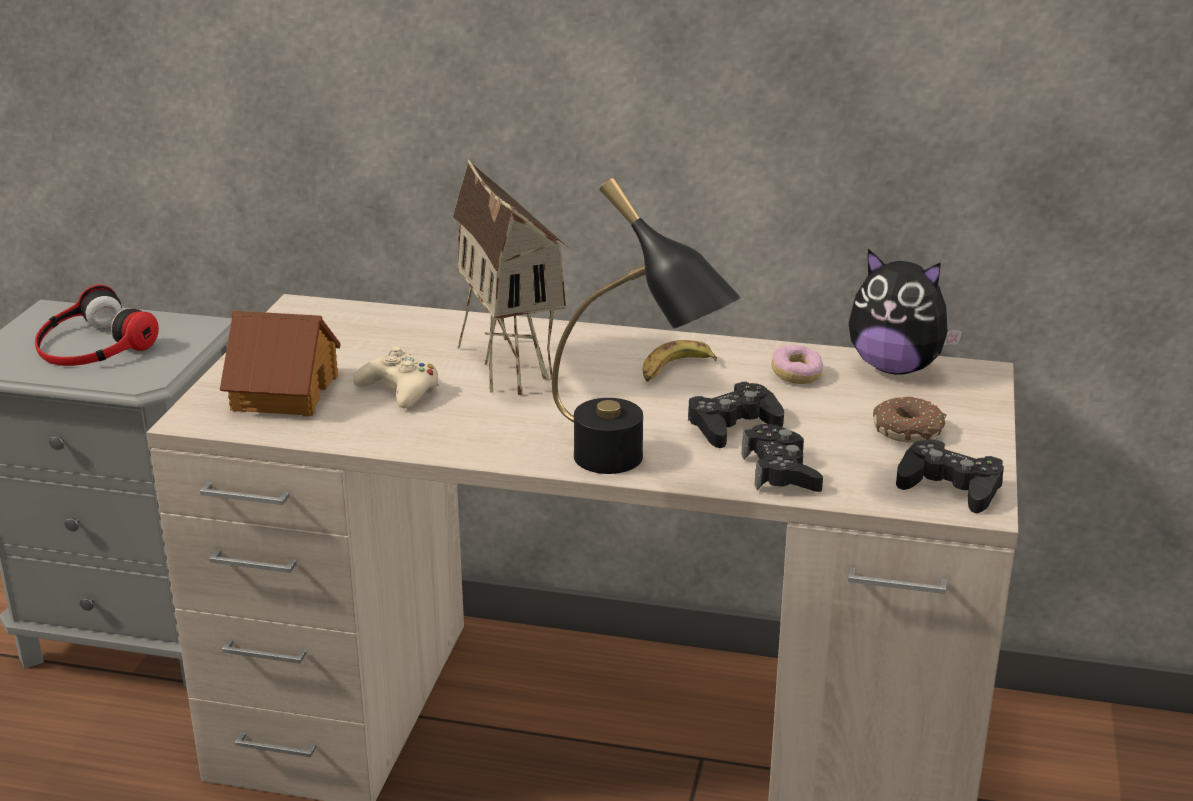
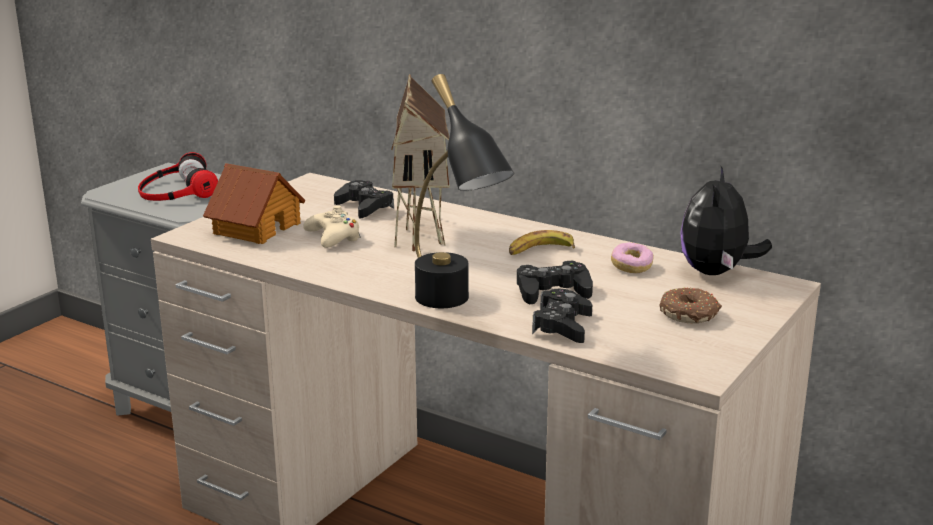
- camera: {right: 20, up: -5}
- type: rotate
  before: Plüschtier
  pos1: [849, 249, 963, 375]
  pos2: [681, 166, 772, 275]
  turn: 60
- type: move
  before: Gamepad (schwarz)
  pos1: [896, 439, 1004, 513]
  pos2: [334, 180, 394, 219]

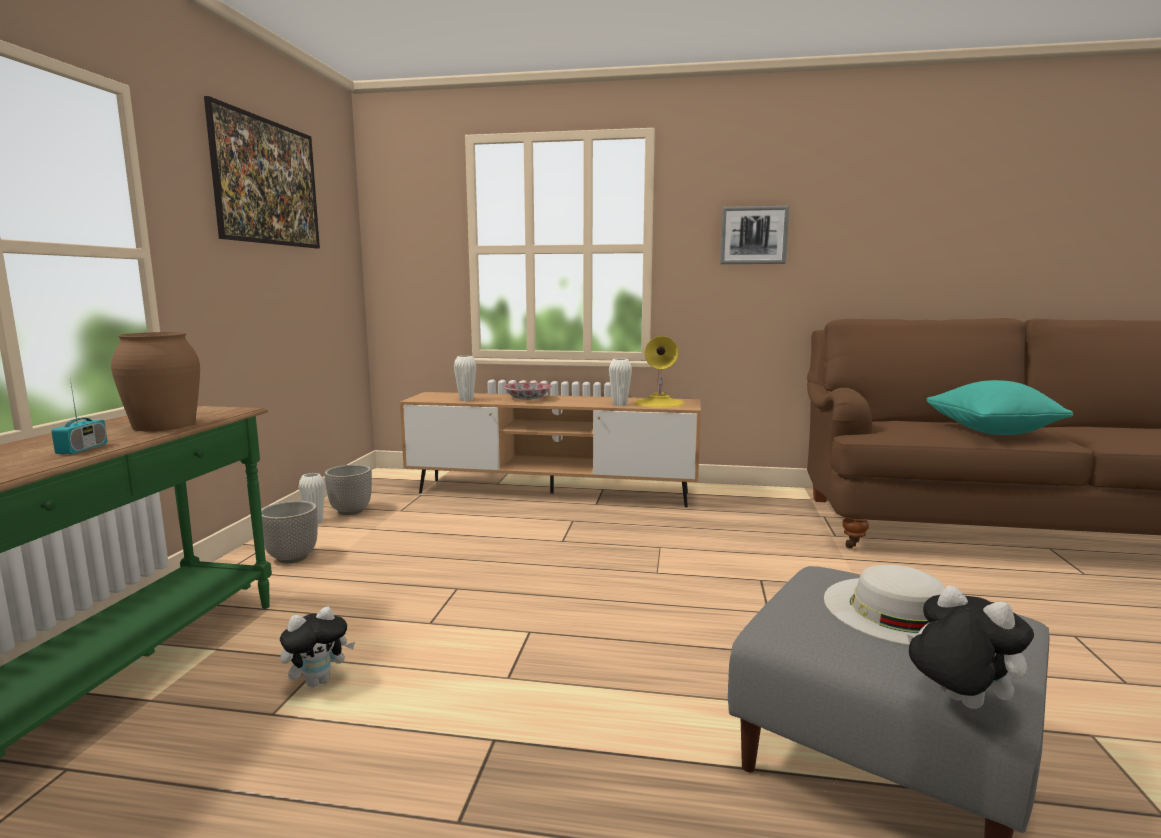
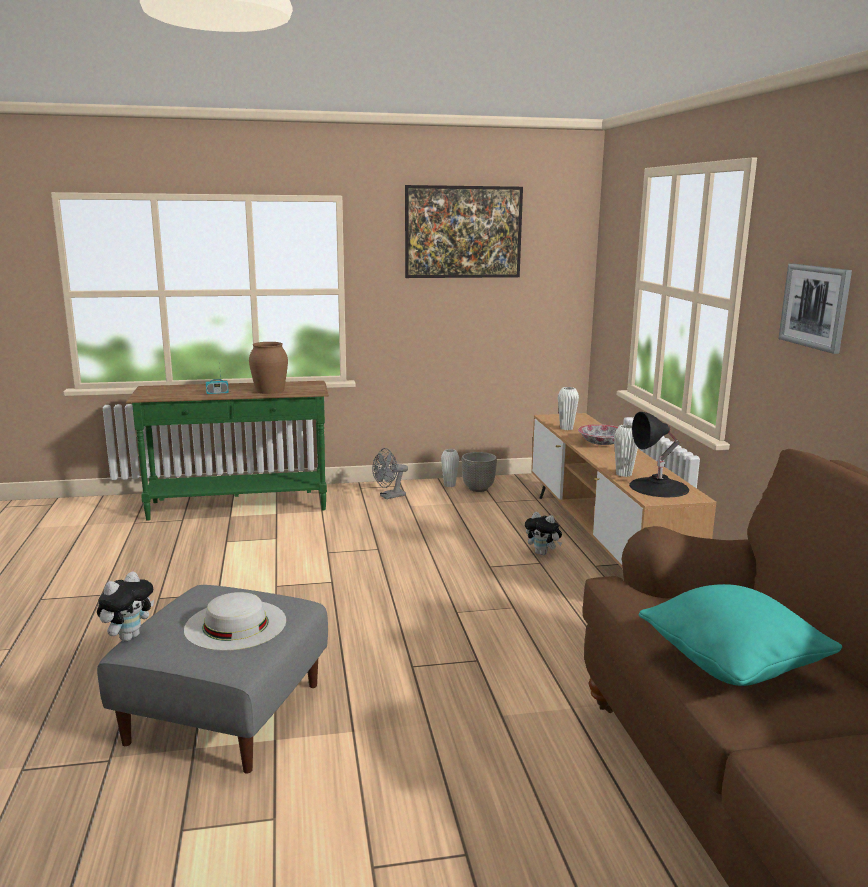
- camera: {right: 70, up: 5}
- type: replace
  before: Pflanzkübel
  after: Ventilator (grau)
  pos1: [261, 501, 318, 563]
  pos2: [372, 448, 408, 499]
- type: move
  before: Plüschtier
  pos1: [280, 606, 355, 687]
  pos2: [525, 512, 562, 555]
- type: recolor
  before: Tischlampe (gelb)
  after: Tischlampe (schwarz)
  pos1: [635, 336, 685, 408]
  pos2: [629, 412, 689, 497]

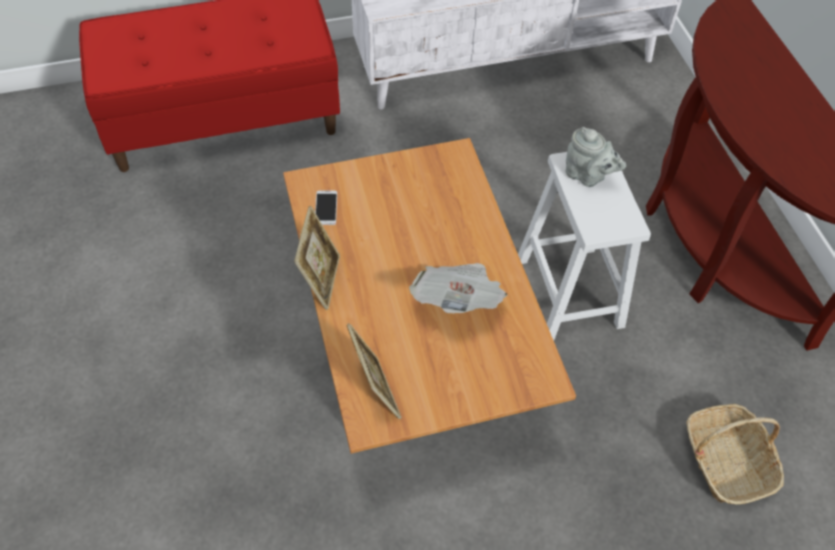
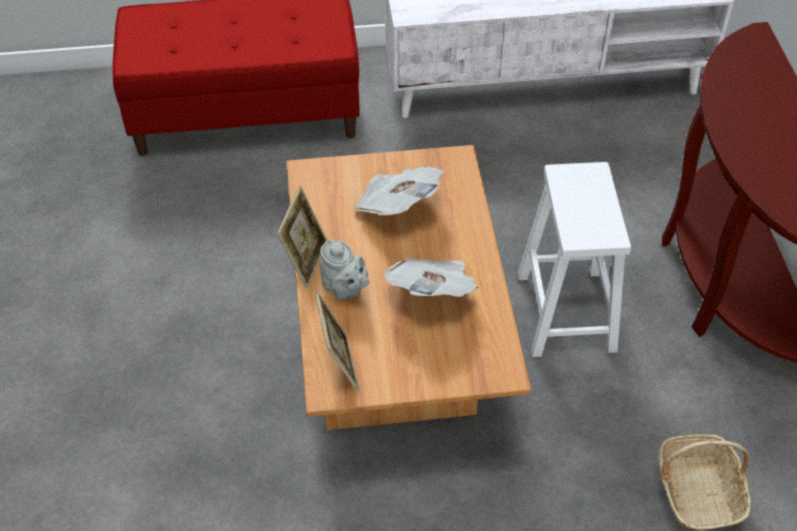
- camera: {right: 10, up: -5}
- type: delete
  before: Handy
  pos1: [315, 191, 337, 225]
- type: move
  before: Teekanne (grau)
  pos1: [566, 127, 626, 187]
  pos2: [319, 239, 369, 300]
- type: insert
  after: Zeitung
  pos2: [354, 166, 443, 215]

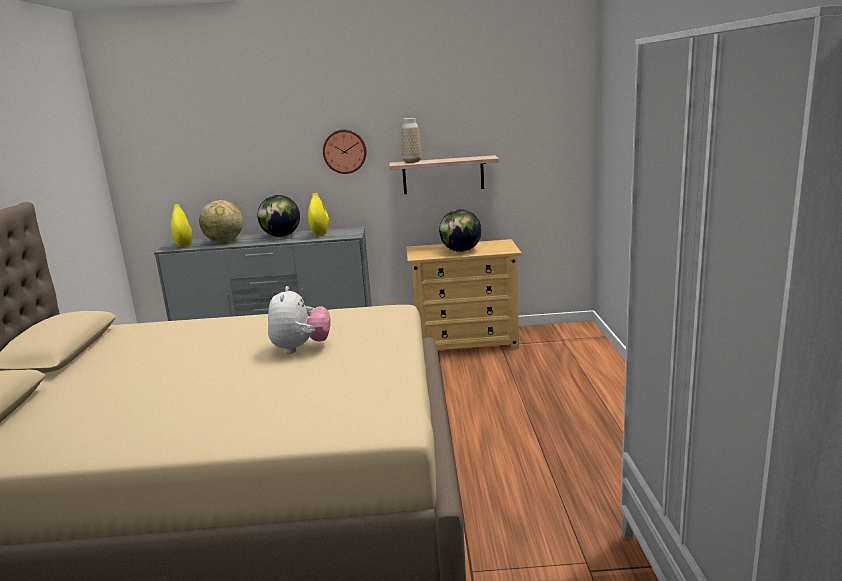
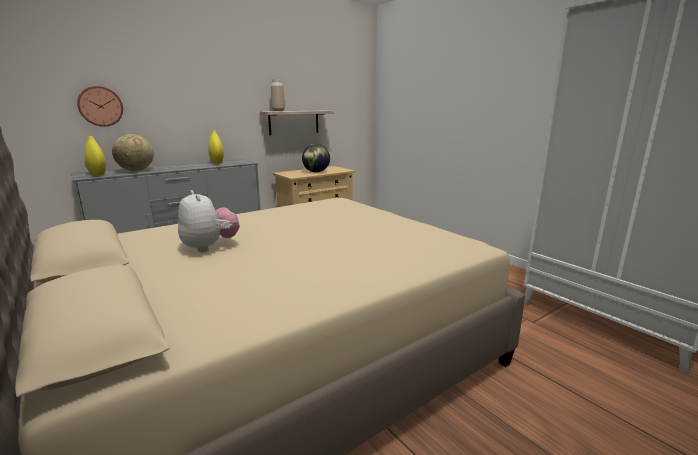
- camera: {right: -35, up: 0}
- type: delete
  before: Globus
  pos1: [258, 195, 300, 237]
- type: move
  before: Plüschtier
  pos1: [268, 286, 331, 354]
  pos2: [178, 190, 240, 252]
- type: move
  before: Wanduhr
  pos1: [323, 130, 366, 174]
  pos2: [77, 86, 123, 127]

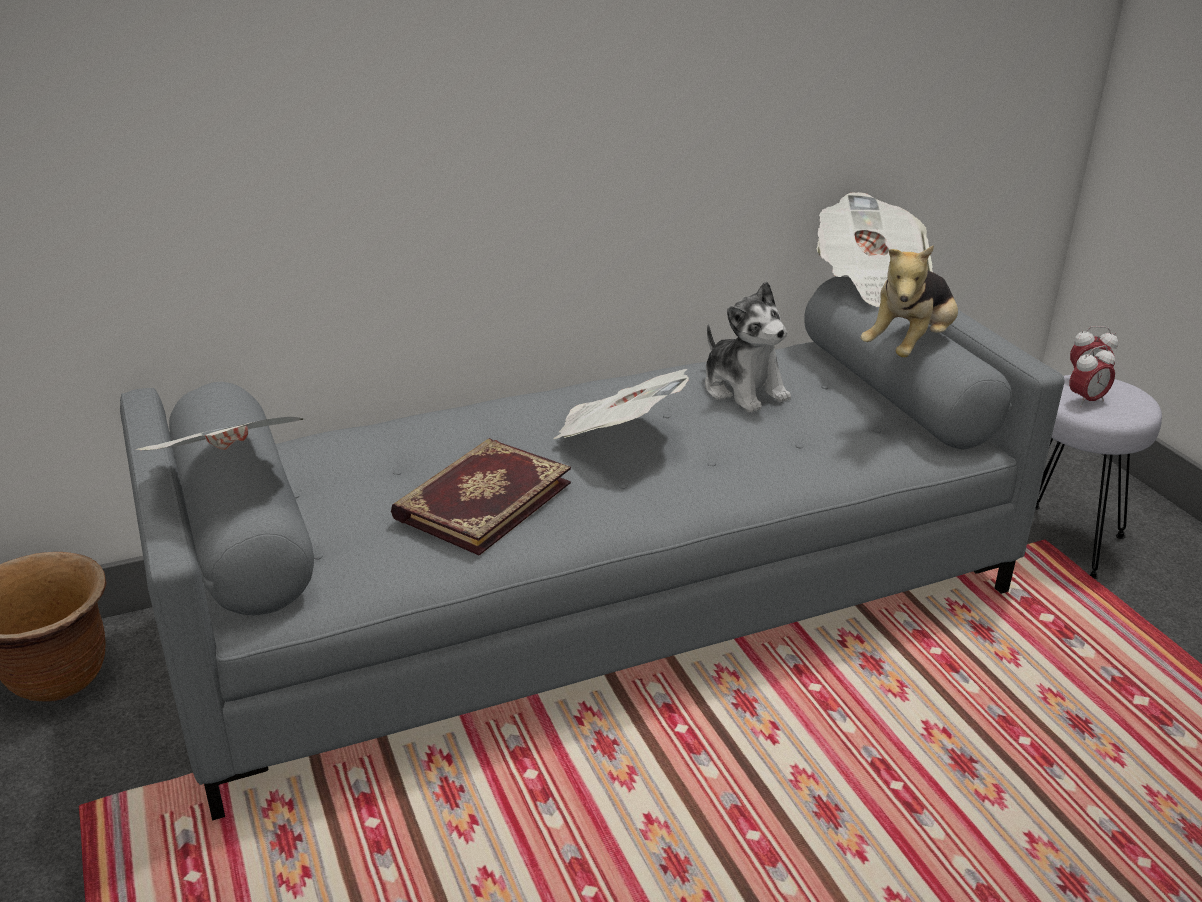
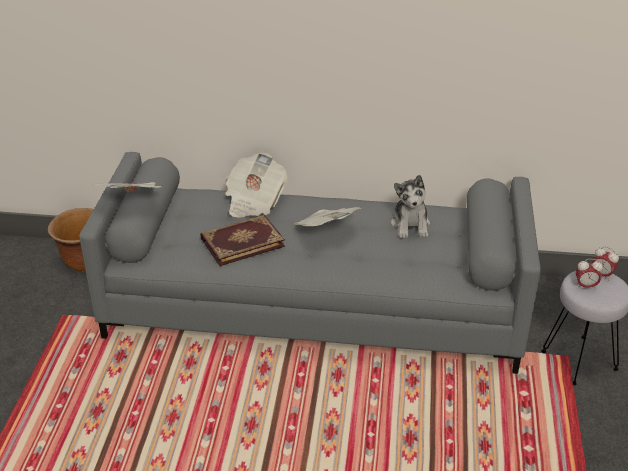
- camera: {right: 30, up: 5}
- type: move
  before: Zeitung
  pos1: [816, 192, 933, 307]
  pos2: [225, 153, 288, 217]
- type: delete
  before: Plüschtier
  pos1: [860, 245, 958, 357]

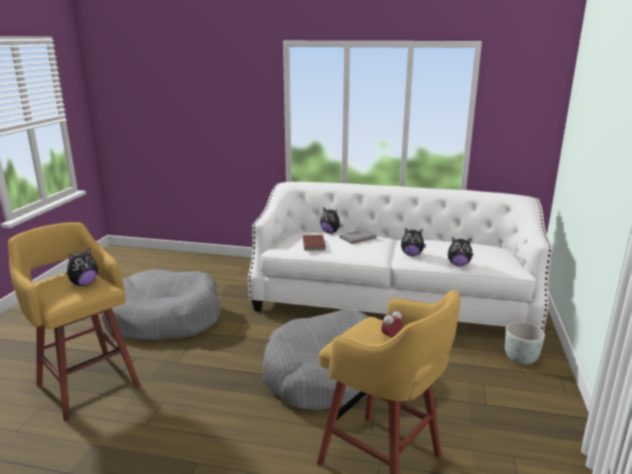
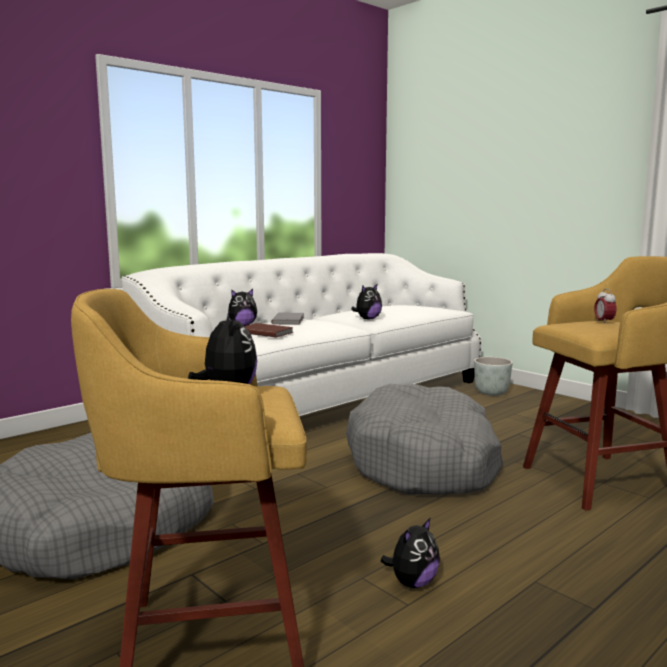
- camera: {right: -55, up: -10}
- type: move
  before: Plüschtier
  pos1: [448, 237, 473, 266]
  pos2: [380, 517, 440, 588]

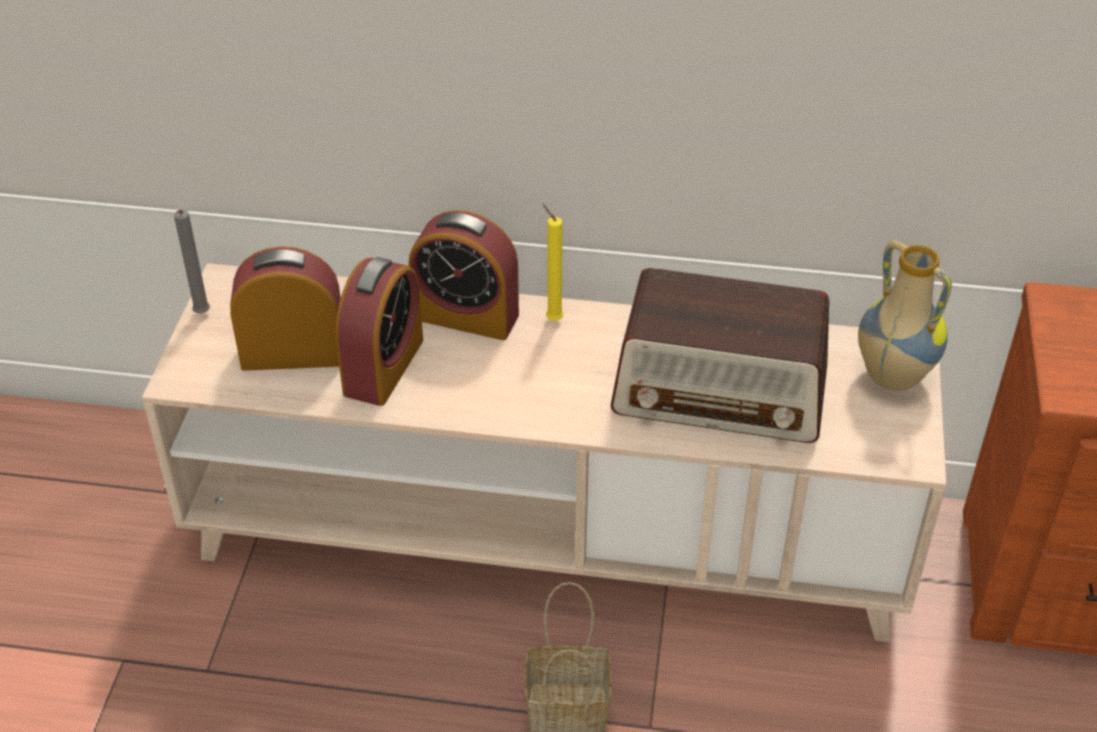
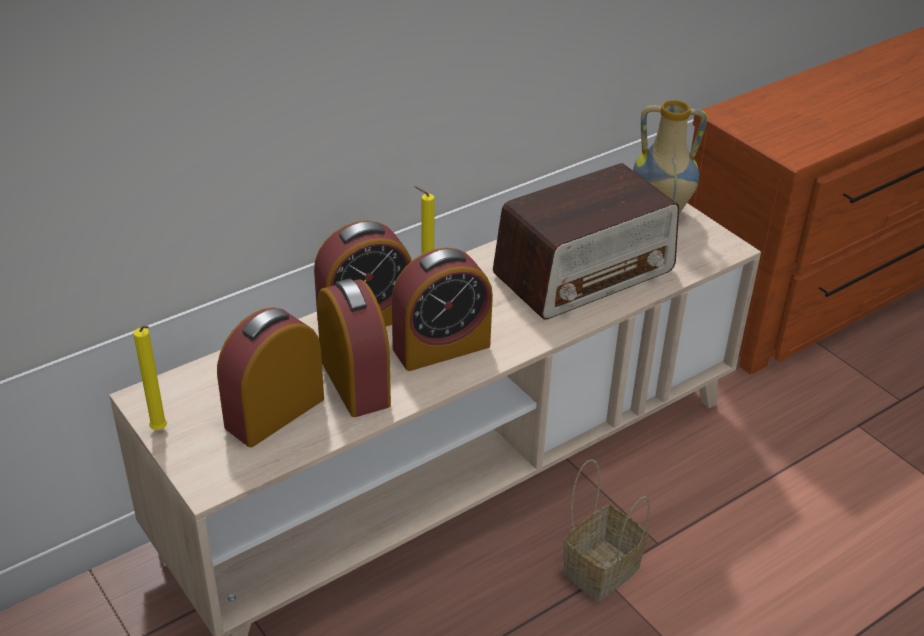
- camera: {right: -45, up: -5}
- type: recolor
  before: Kerze (grau)
  after: Kerze (gelb)
  pos1: [174, 209, 210, 314]
  pos2: [133, 325, 167, 430]
- type: insert
  after: Wecker
  pos2: [392, 247, 493, 371]

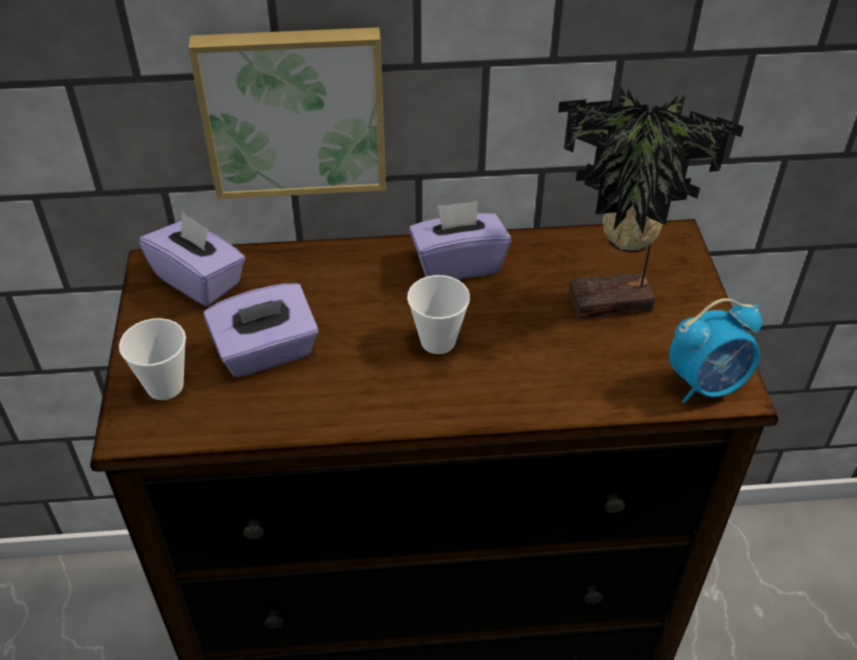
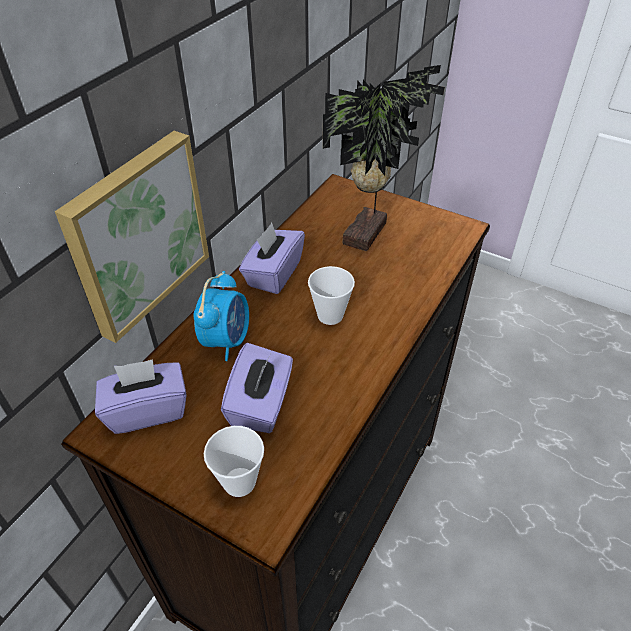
- camera: {right: -55, up: 0}
- type: move
  before: Wecker
  pos1: [669, 298, 762, 404]
  pos2: [193, 271, 249, 361]

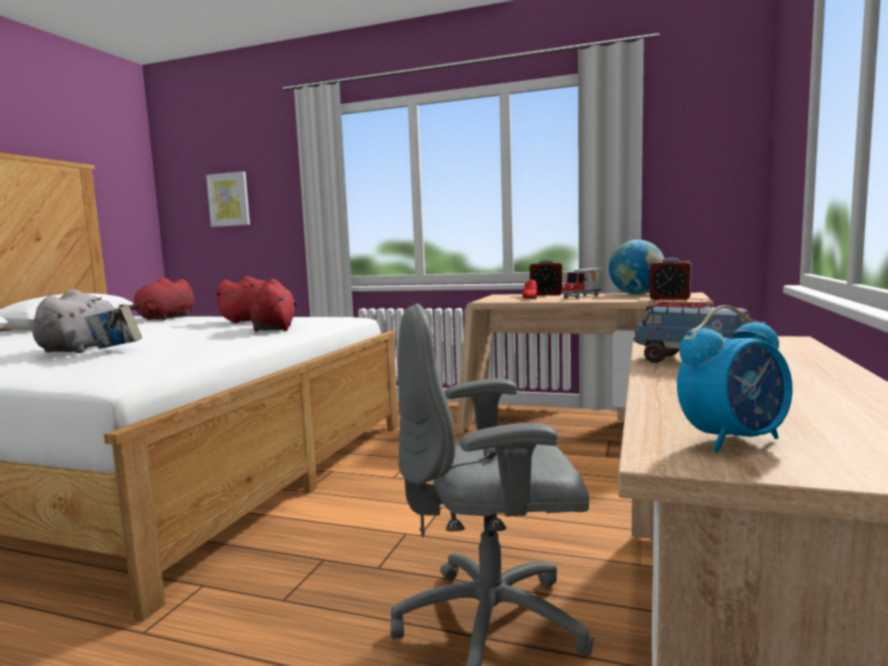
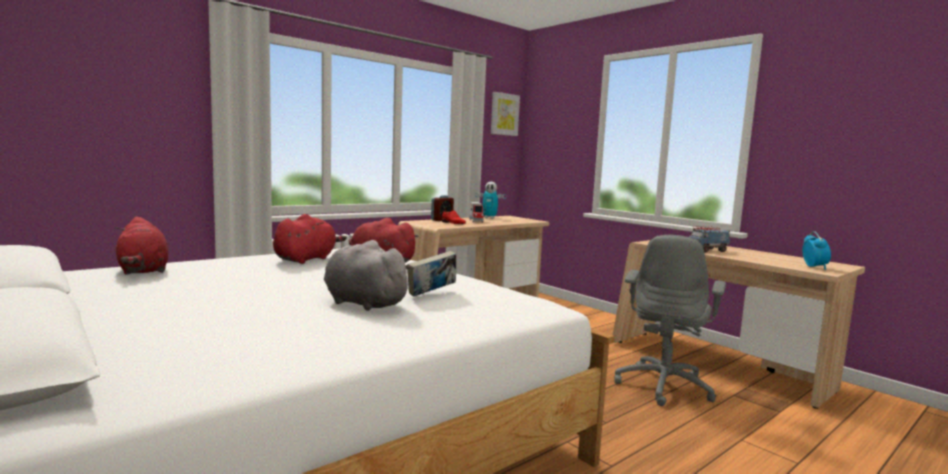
- camera: {right: -60, up: 0}
- type: move
  before: Bild
  pos1: [206, 171, 250, 227]
  pos2: [491, 92, 520, 136]
- type: replace
  before: Globus
  after: Spielzeugroboter
  pos1: [609, 240, 665, 294]
  pos2: [475, 182, 506, 219]
- type: delete
  before: Wecker
  pos1: [650, 258, 691, 300]

